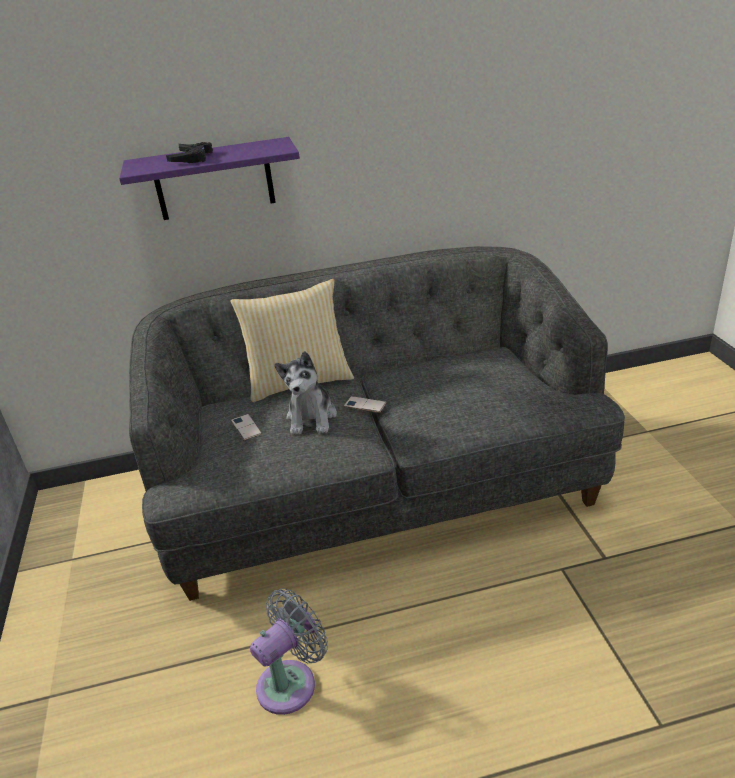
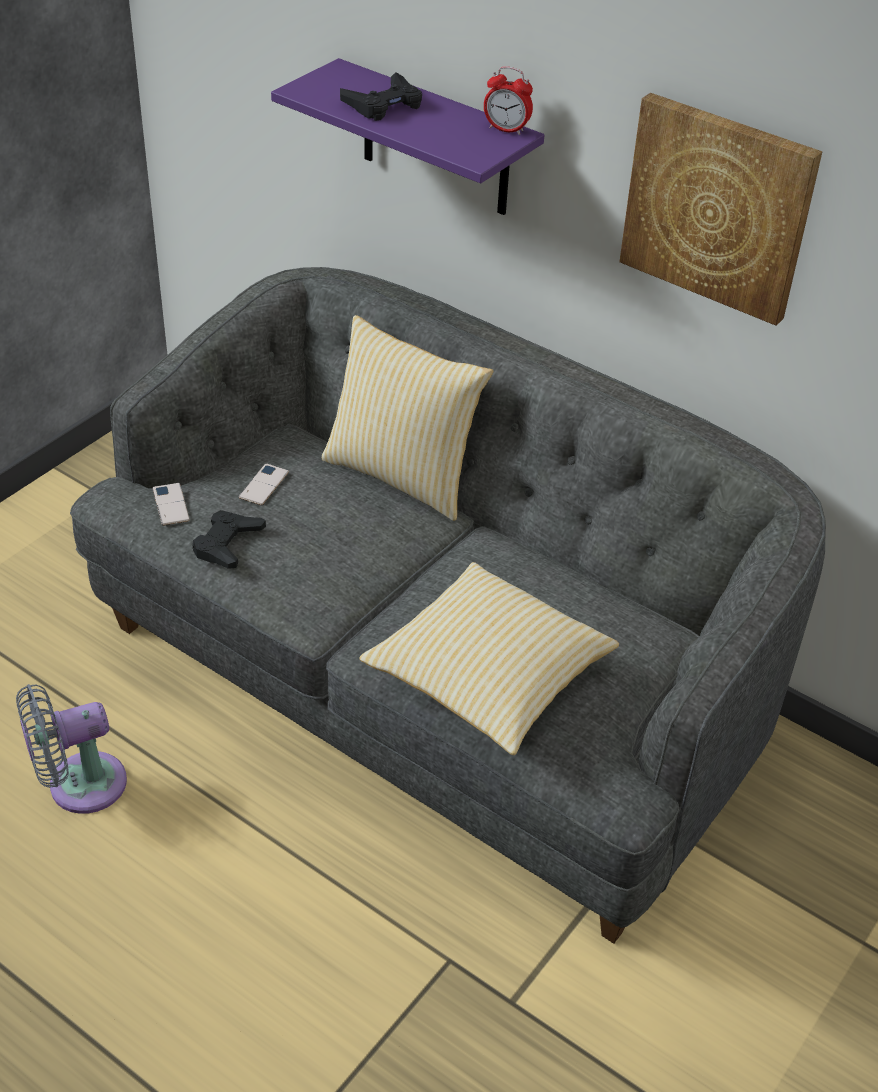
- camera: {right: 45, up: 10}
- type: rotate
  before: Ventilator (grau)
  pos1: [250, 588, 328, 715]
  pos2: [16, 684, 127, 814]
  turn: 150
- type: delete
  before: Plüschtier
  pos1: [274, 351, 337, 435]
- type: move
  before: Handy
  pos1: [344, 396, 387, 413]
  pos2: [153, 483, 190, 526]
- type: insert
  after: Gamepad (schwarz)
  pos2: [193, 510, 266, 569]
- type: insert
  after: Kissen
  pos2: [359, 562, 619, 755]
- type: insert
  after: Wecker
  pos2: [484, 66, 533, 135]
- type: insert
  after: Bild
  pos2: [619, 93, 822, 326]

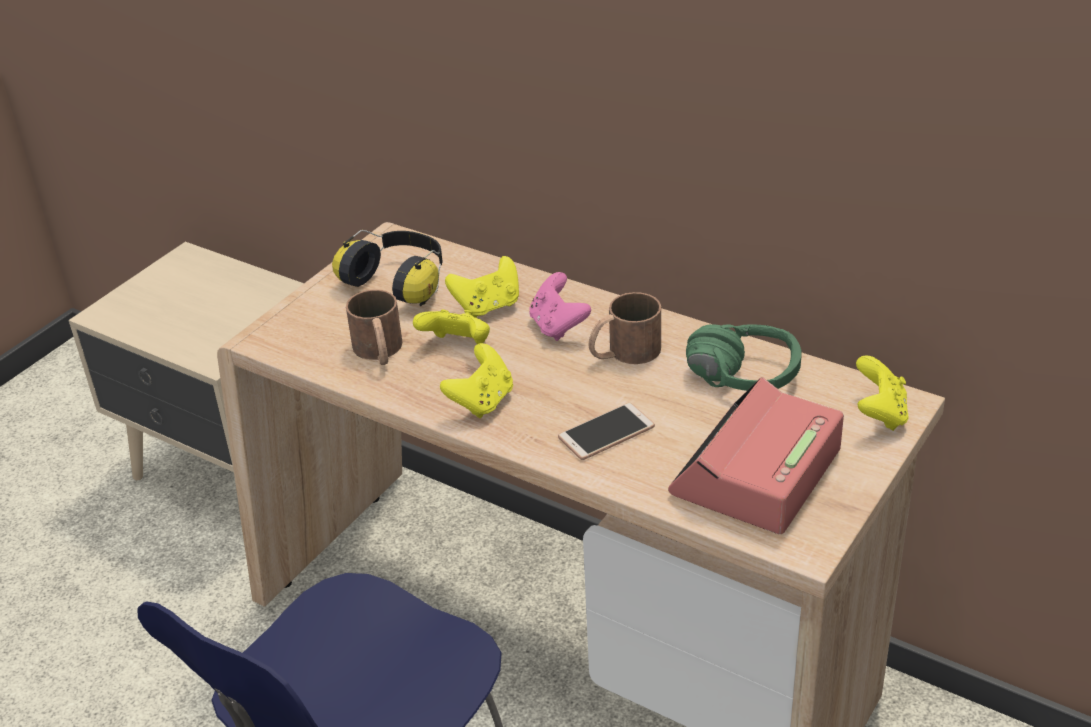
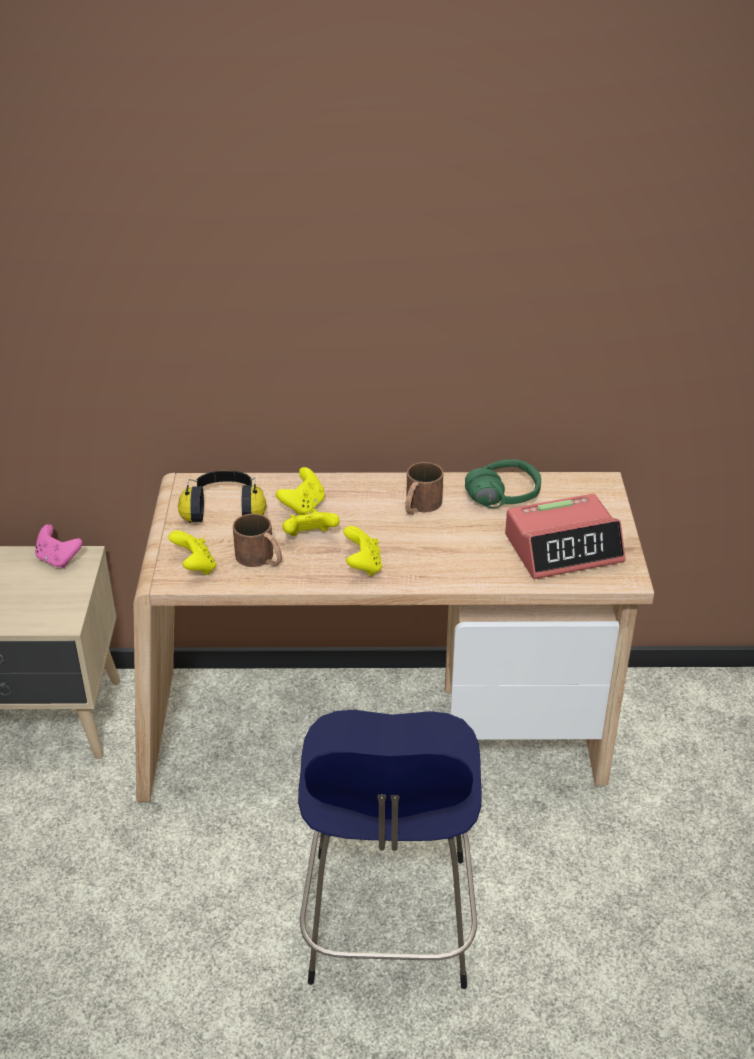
- camera: {right: -35, up: 0}
- type: move
  before: Gamepad (rosa)
  pos1: [529, 272, 591, 341]
  pos2: [35, 524, 82, 569]
- type: delete
  before: Handy
  pos1: [558, 403, 655, 460]
- type: rotate
  before: Wecker
  pos1: [668, 377, 844, 534]
  pos2: [505, 494, 625, 579]
  turn: -105
- type: move
  before: Gamepad (gelb)
  pos1: [856, 355, 909, 431]
  pos2: [169, 530, 216, 575]

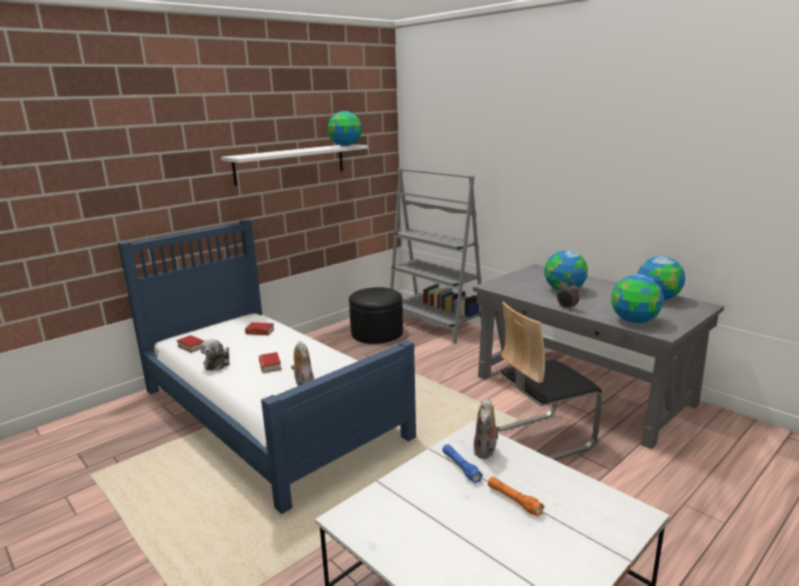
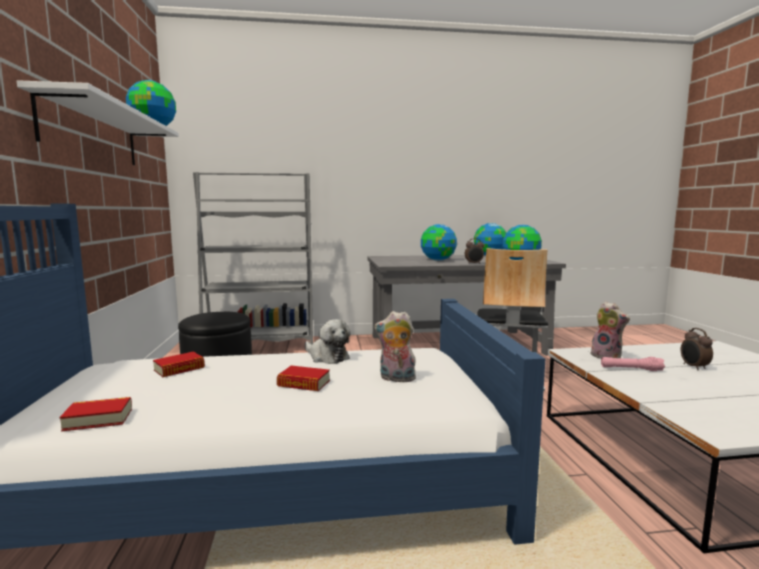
- camera: {right: -55, up: -10}
- type: move
  before: Plüschtier
  pos1: [200, 339, 230, 370]
  pos2: [305, 319, 350, 364]
- type: recolor
  before: Taschenlampe (blau)
  after: Taschenlampe (rosa)
  pos1: [442, 444, 483, 483]
  pos2: [601, 357, 665, 371]
- type: replace
  before: Taschenlampe (orange)
  after: Wecker
  pos1: [488, 476, 545, 517]
  pos2: [681, 328, 713, 370]

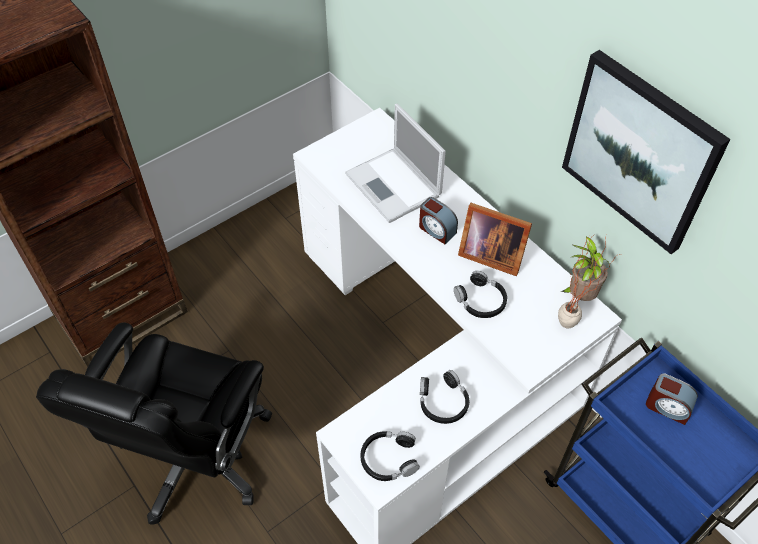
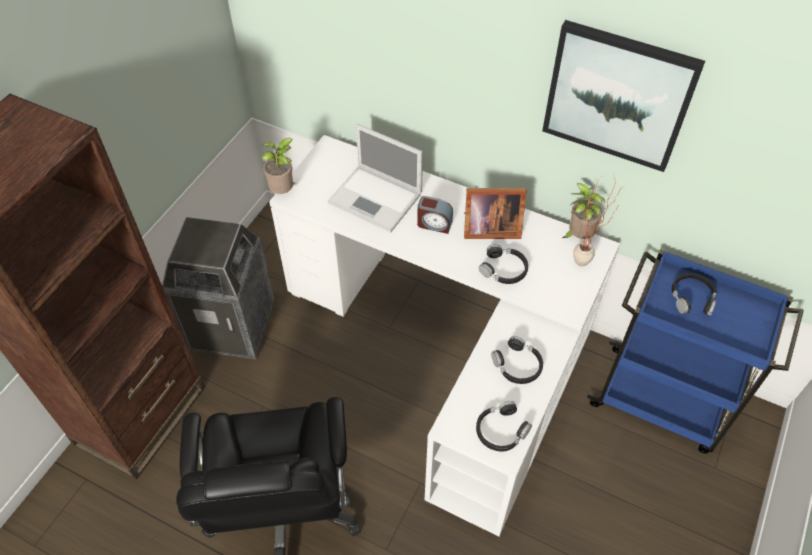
- camera: {right: -25, up: 0}
- type: replace
  before: Wecker
  after: Kopfhörer (schwarz)
  pos1: [646, 373, 698, 425]
  pos2: [672, 273, 717, 316]
- type: insert
  after: Mülleimer
  pos2: [162, 217, 275, 359]
- type: insert
  after: Topfpflanze
  pos2: [261, 138, 294, 194]

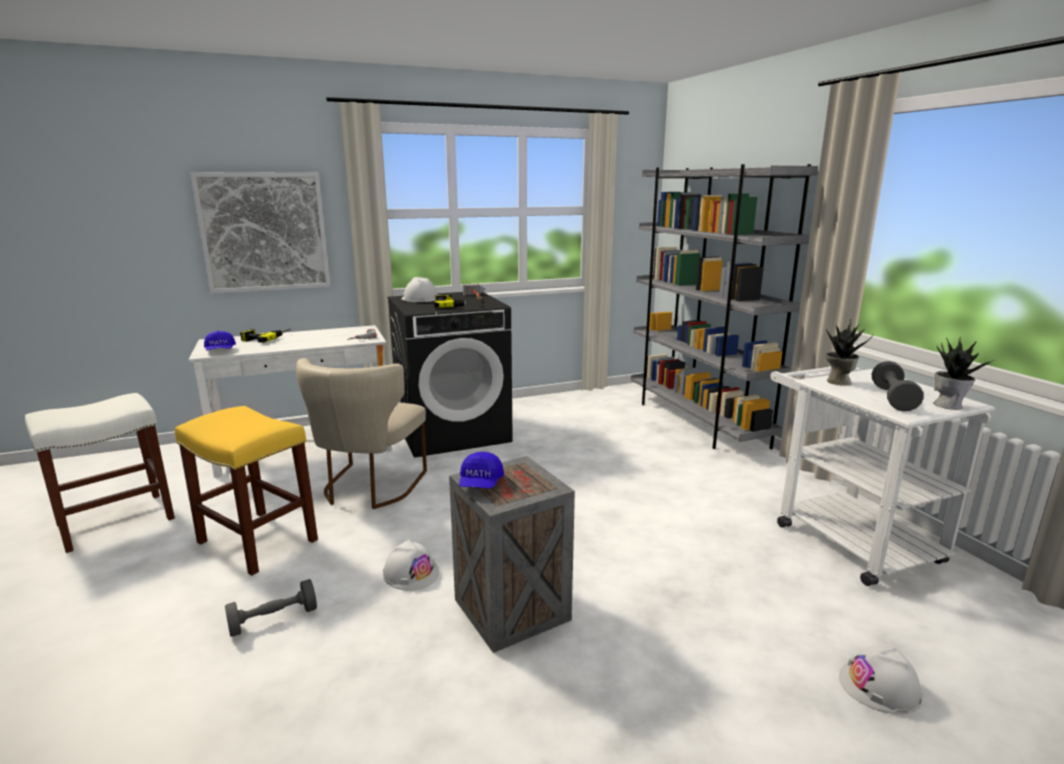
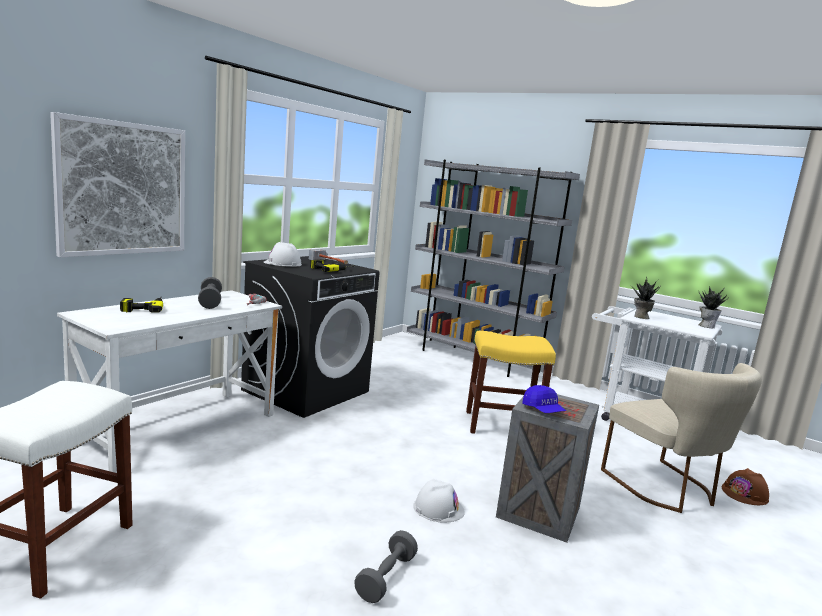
- camera: {right: -35, up: -5}
- type: move
  before: Hocker (gelb)
  pos1: [175, 406, 318, 576]
  pos2: [466, 331, 556, 434]
- type: delete
  before: Kappe (blau)
  pos1: [204, 331, 236, 351]
- type: move
  before: Stuhl (beige)
  pos1: [296, 358, 427, 509]
  pos2: [601, 363, 762, 513]
- type: recolor
  before: Schutzhelm (weiß)
  after: Schutzhelm (braun)
  pos1: [839, 646, 923, 714]
  pos2: [722, 468, 769, 505]
- type: move
  before: Hantel (grau)
  pos1: [872, 361, 924, 411]
  pos2: [198, 277, 222, 309]

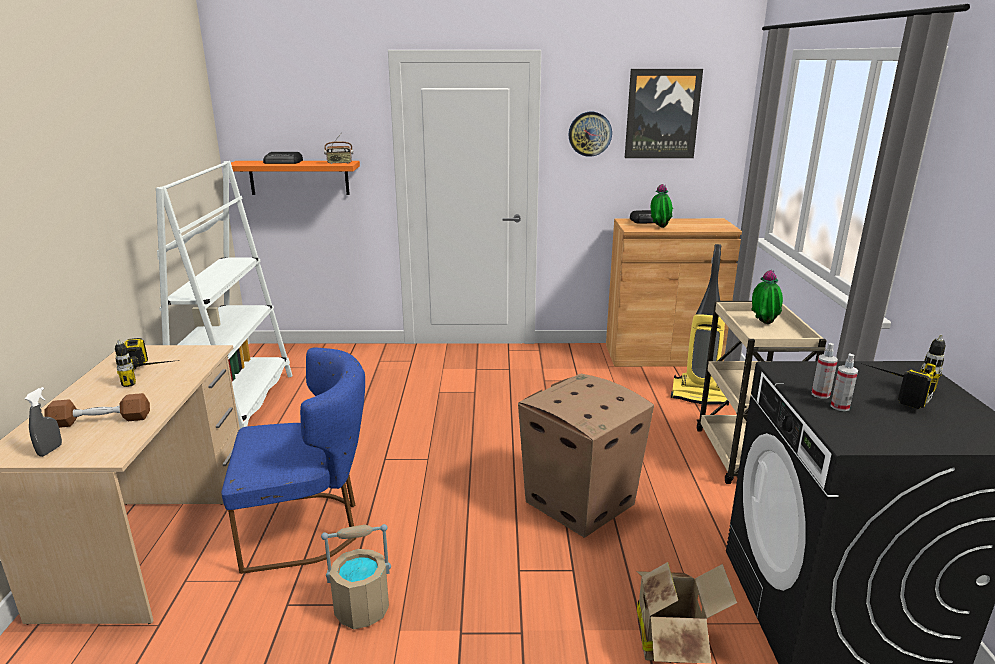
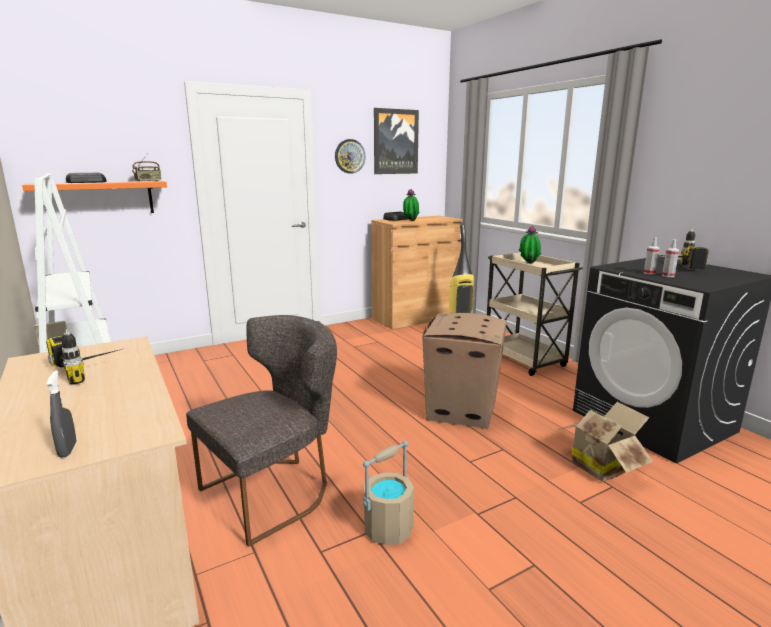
- camera: {right: -30, up: -5}
- type: delete
  before: Hantel (braun)
  pos1: [44, 393, 150, 428]
- type: recolor
  before: Stuhl (blau)
  after: Stuhl (grau)
  pos1: [221, 347, 365, 574]
  pos2: [186, 315, 337, 547]

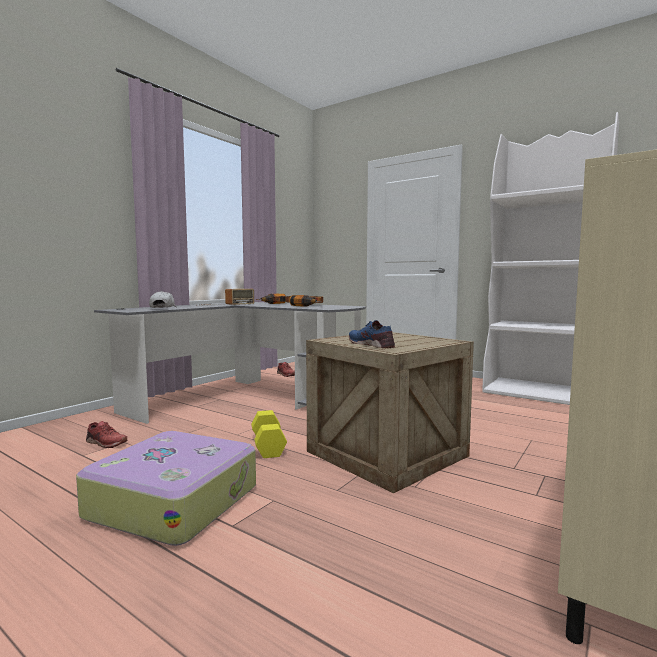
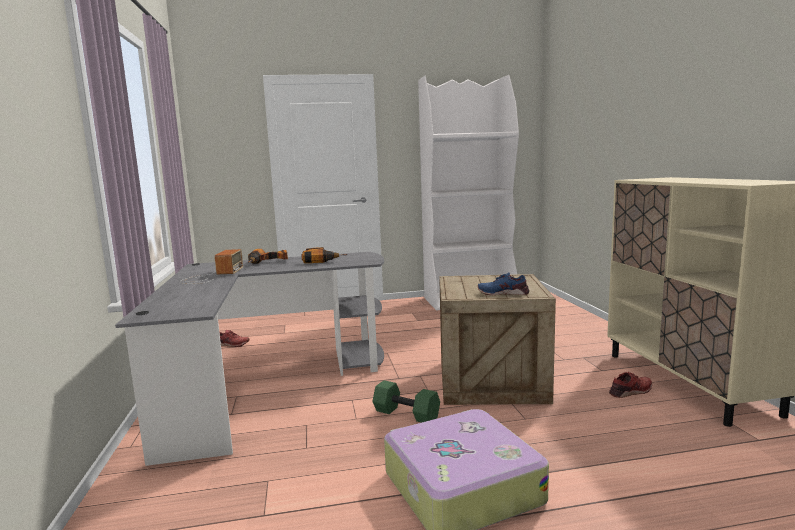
- camera: {right: -45, up: 5}
- type: move
  before: Schuh (rot)
  pos1: [86, 421, 128, 448]
  pos2: [609, 372, 652, 398]
- type: delete
  before: Kappe (weiß)
  pos1: [149, 291, 177, 308]
- type: recolor
  before: Hantel (gelb)
  after: Hantel (grün)
  pos1: [251, 410, 287, 458]
  pos2: [372, 380, 440, 423]

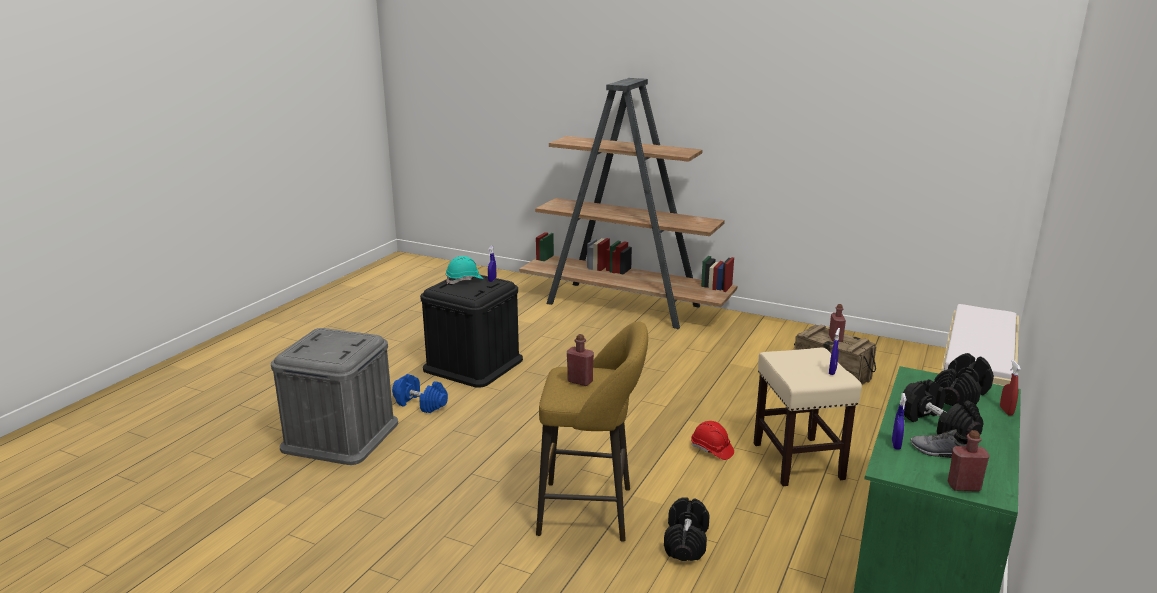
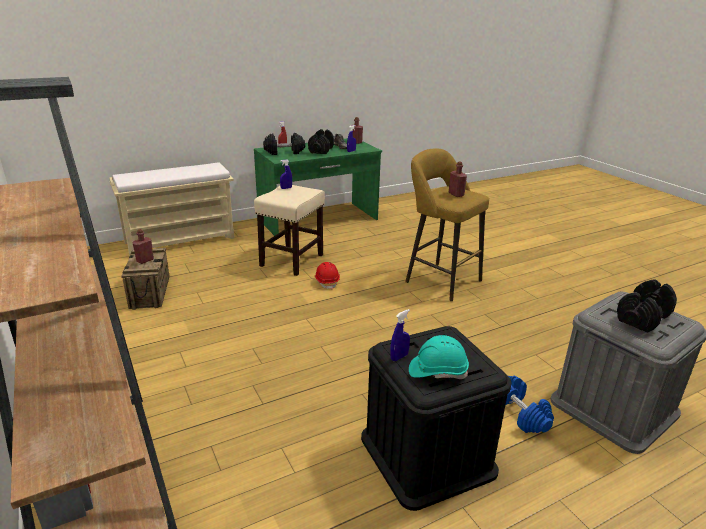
- camera: {right: -145, up: 5}
- type: move
  before: Hantel (schwarz)
  pos1: [664, 497, 710, 561]
  pos2: [617, 279, 677, 333]

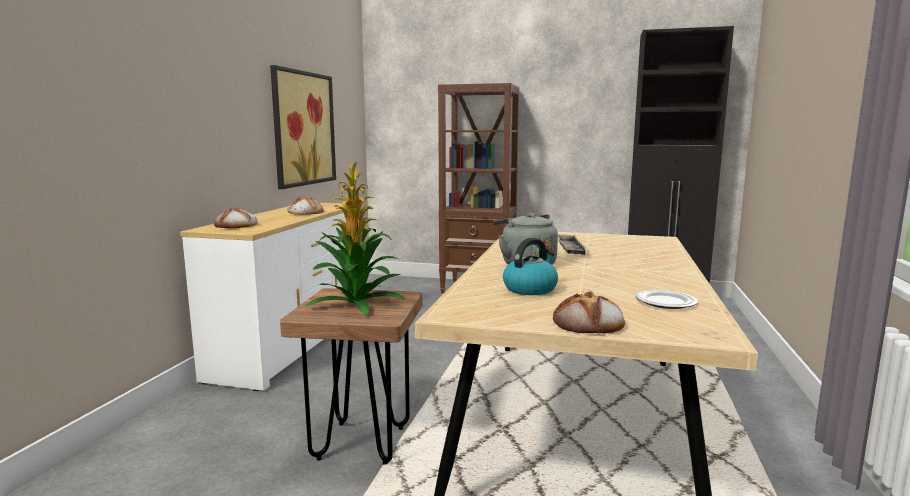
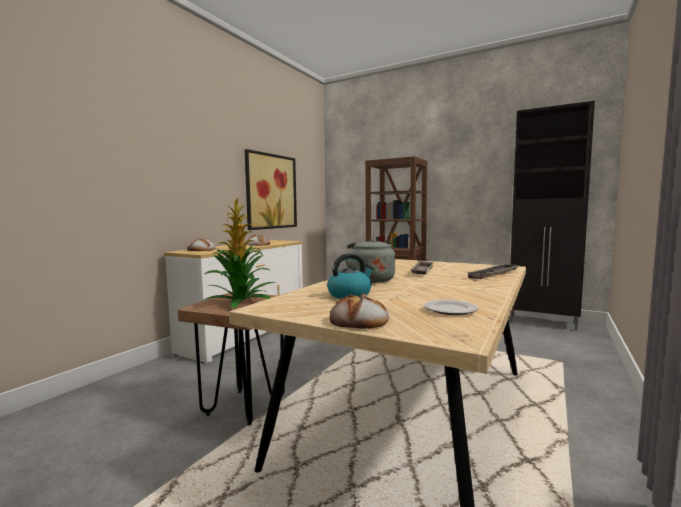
- camera: {right: 15, up: -5}
- type: insert
  after: Tablett
  pos2: [466, 264, 519, 279]

